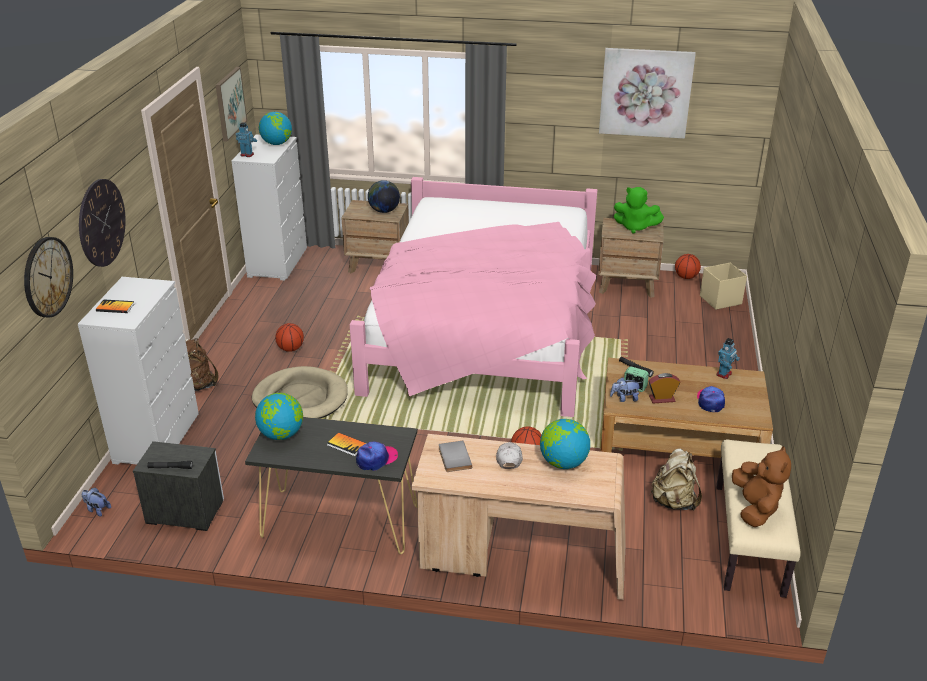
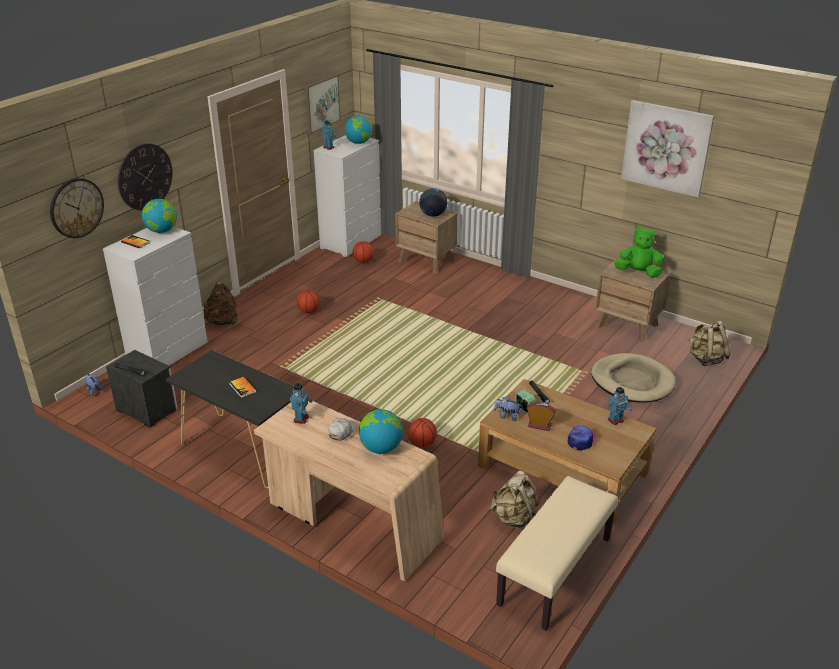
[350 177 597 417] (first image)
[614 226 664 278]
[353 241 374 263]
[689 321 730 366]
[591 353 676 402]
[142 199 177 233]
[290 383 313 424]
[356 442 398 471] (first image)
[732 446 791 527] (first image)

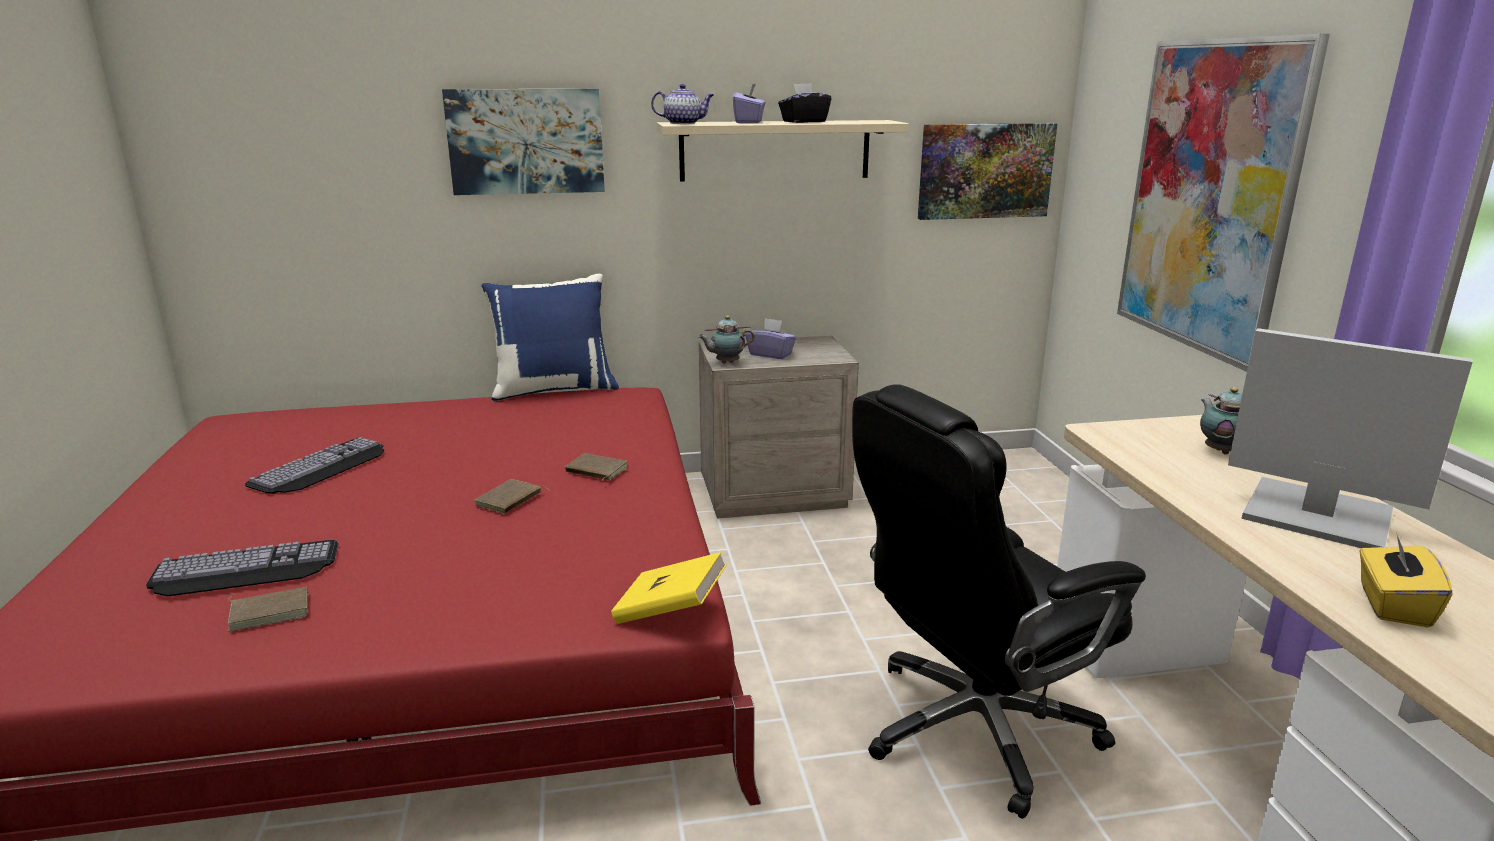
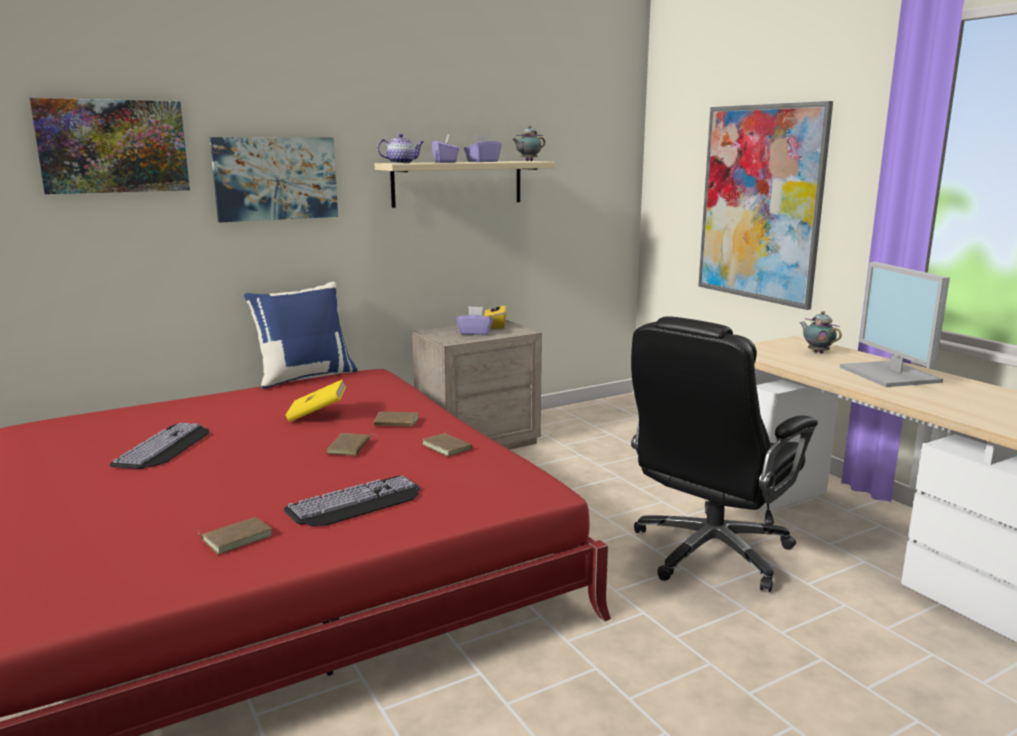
[464 134 501 162]
[29 98 190 194]
[512 126 545 161]
[840 262 950 387]
[485 300 507 328]
[284 476 420 526]
[286 379 346 422]
[423 431 472 456]

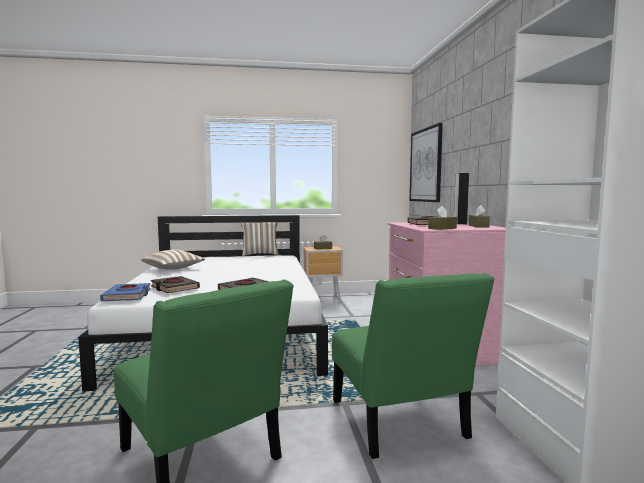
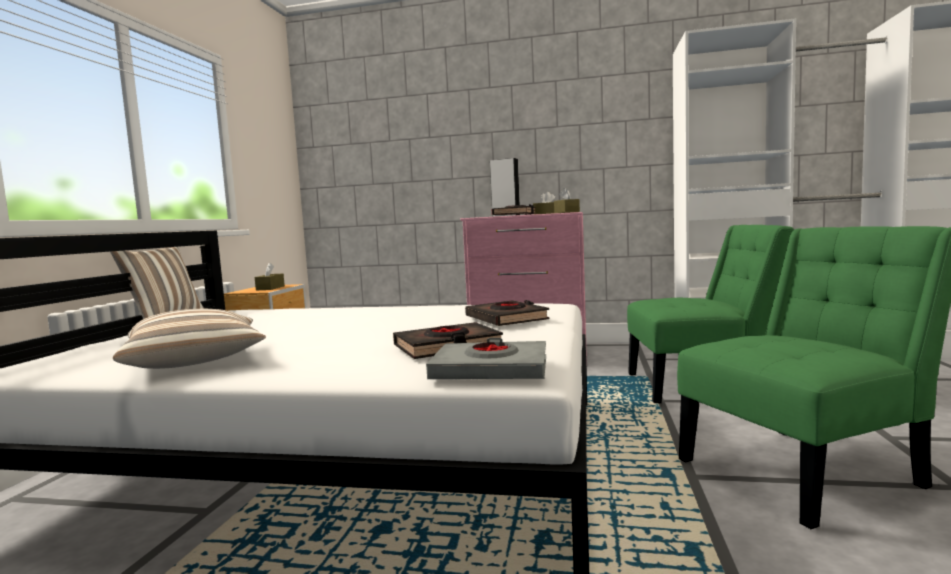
[410 123 443 202] (first image)
[426 338 546 379]

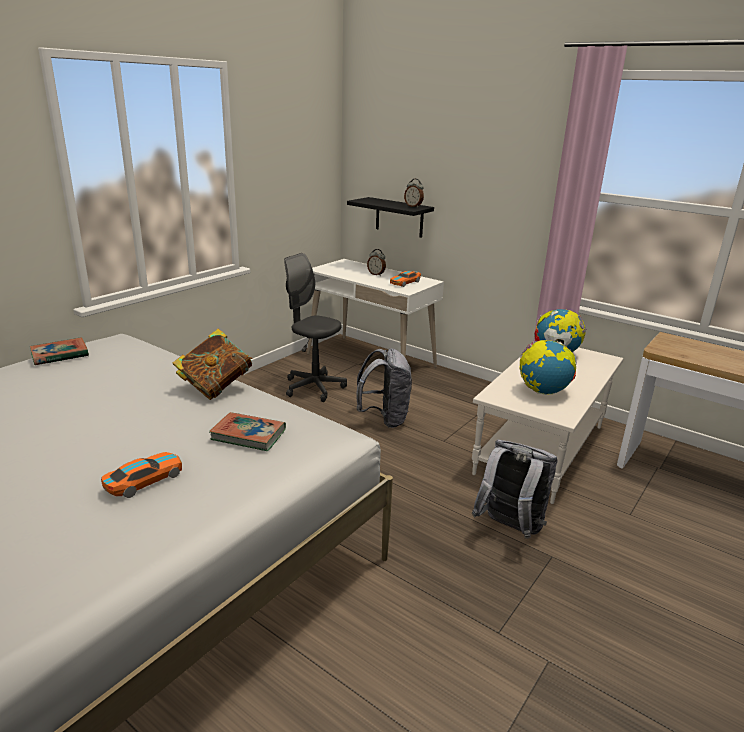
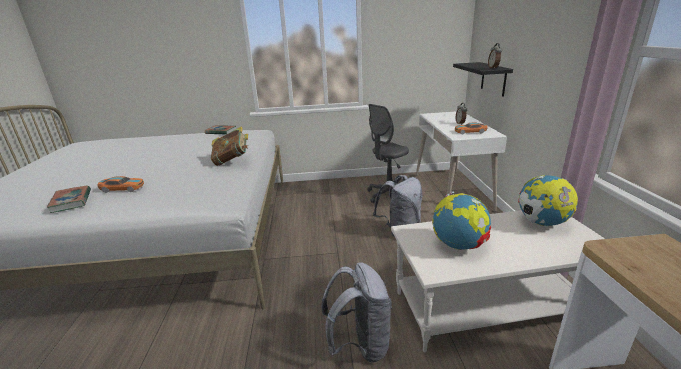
[367 104 409 203]
[47 186 91 213]

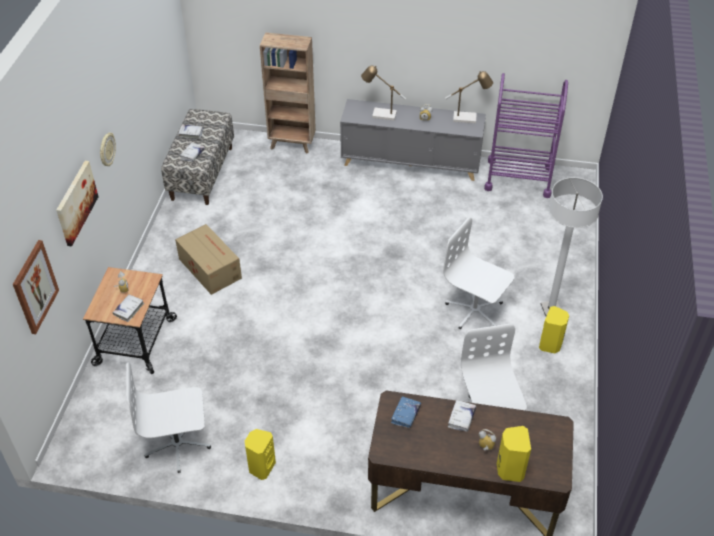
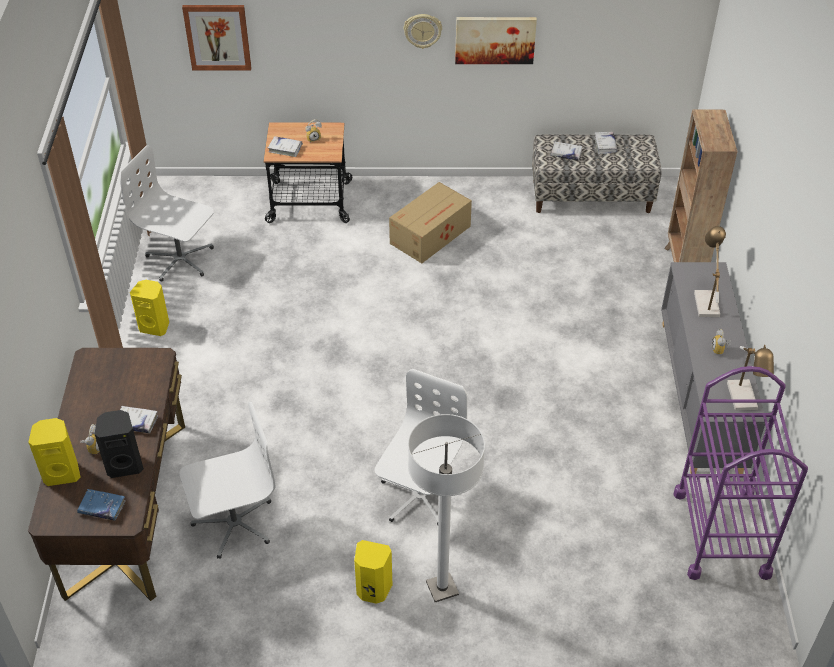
[455 17 537 64]
[120 145 214 282]
[77 489 126 521]
[95 410 144 478]

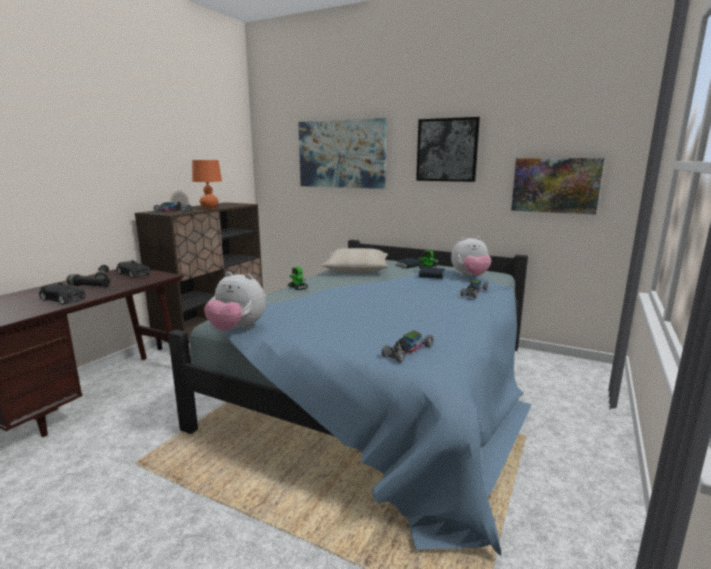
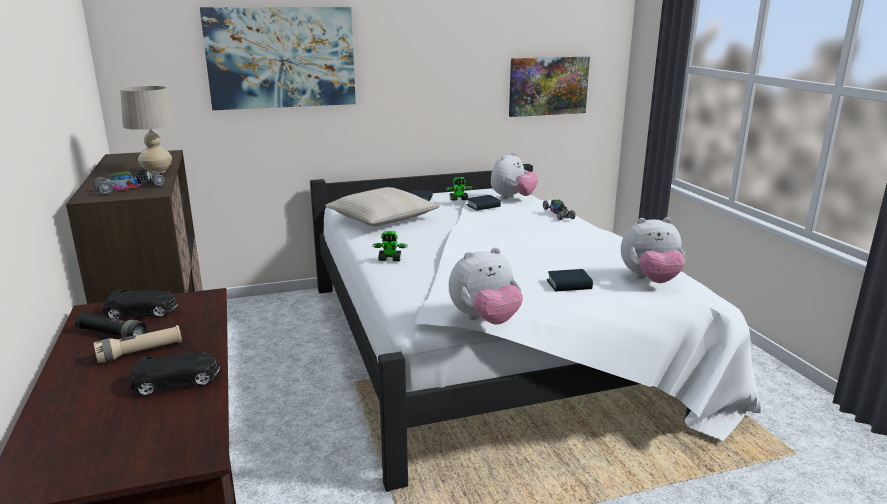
[416 117 480 182] (first image)
[120 86 176 173]
[310 164 761 492]
[94 325 182 363]
[621 217 686 283]
[547 269 593 292]

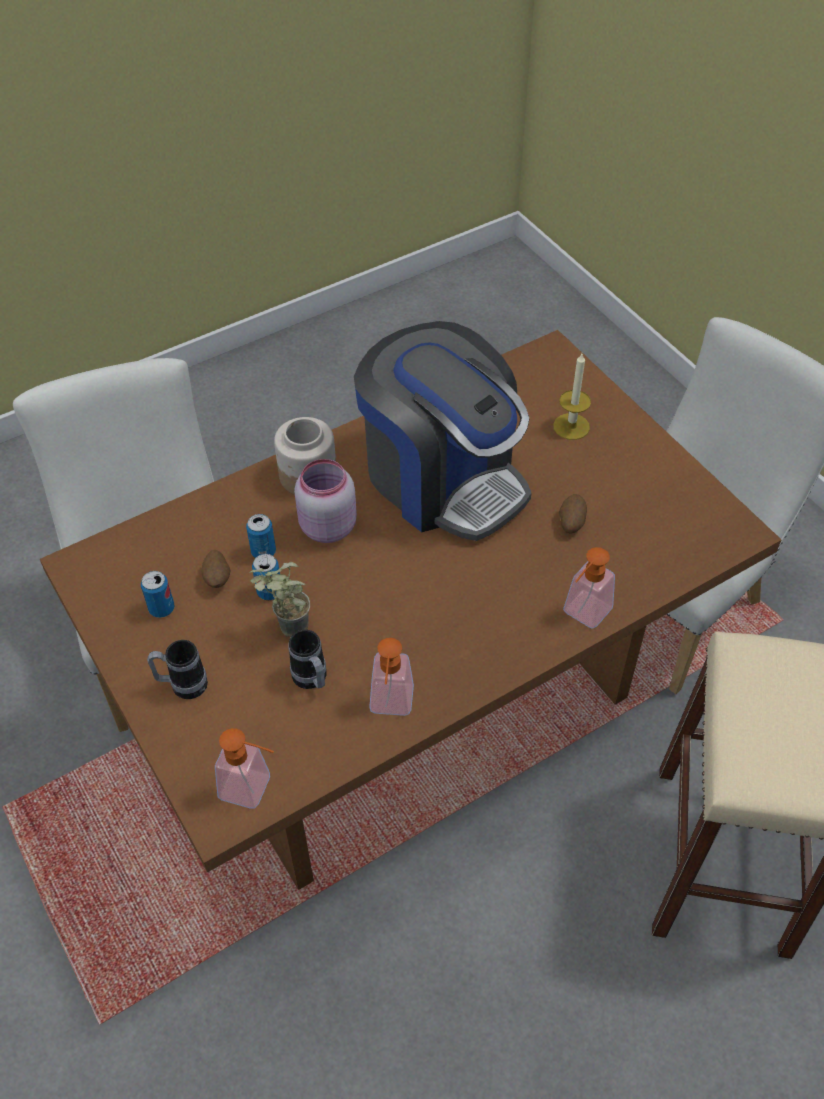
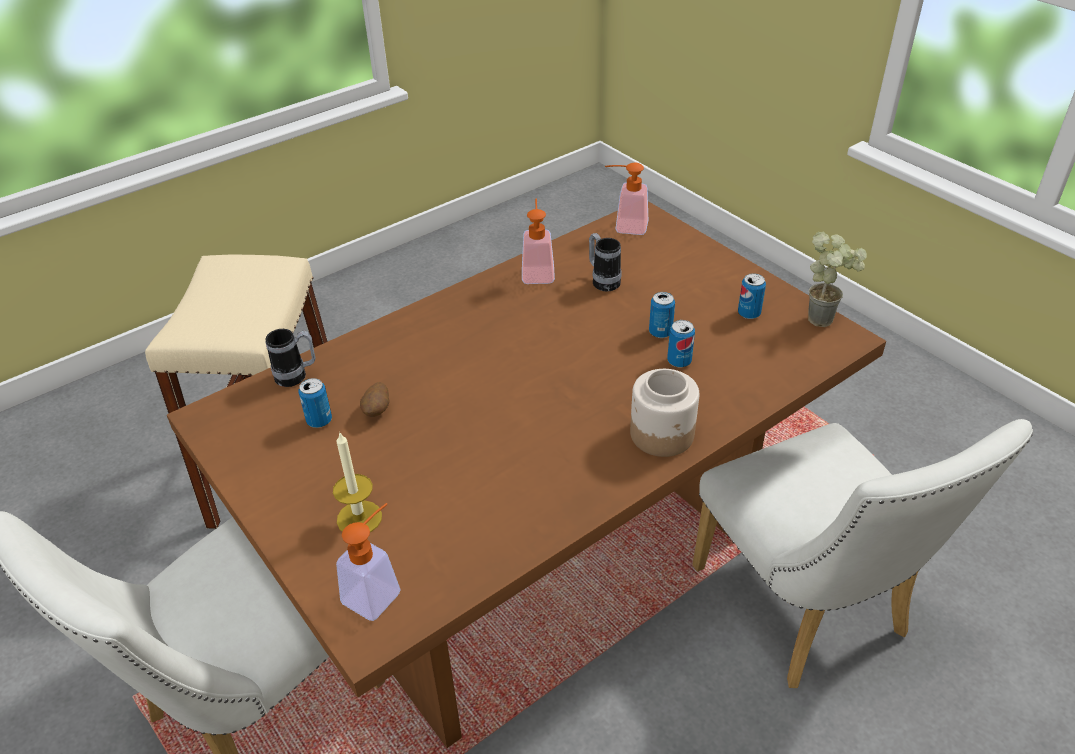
[354 321 531 541] (first image)
[294 459 357 543] (first image)
[336 503 401 621]
[202 550 230 588] (first image)
[808 231 867 327]
[265 329 316 387]
[299 378 332 428]

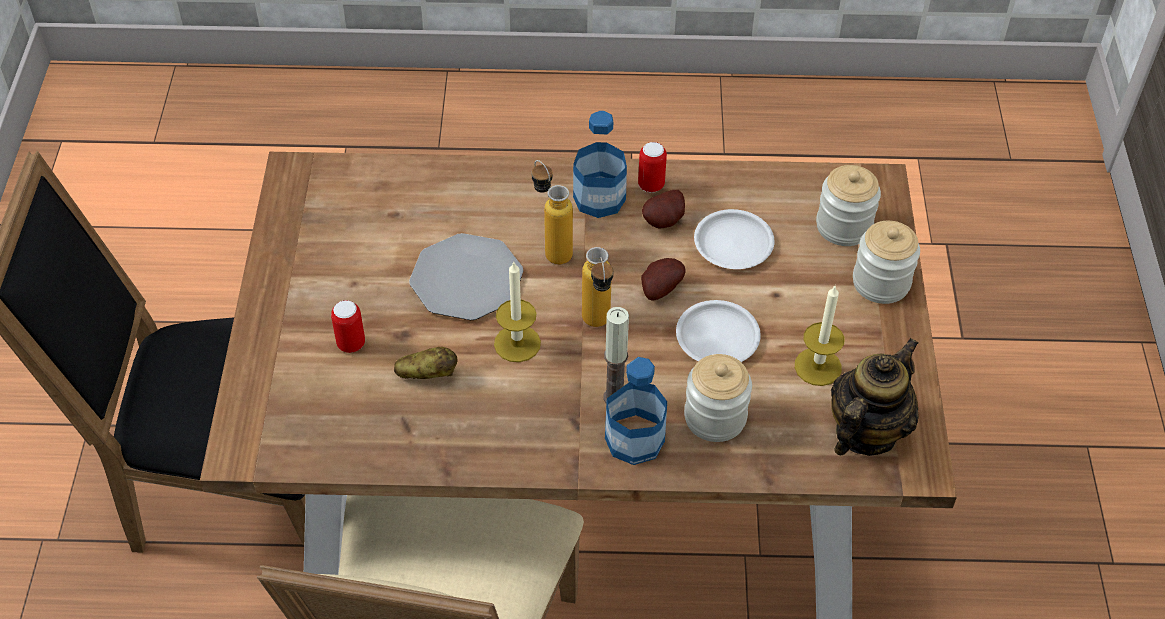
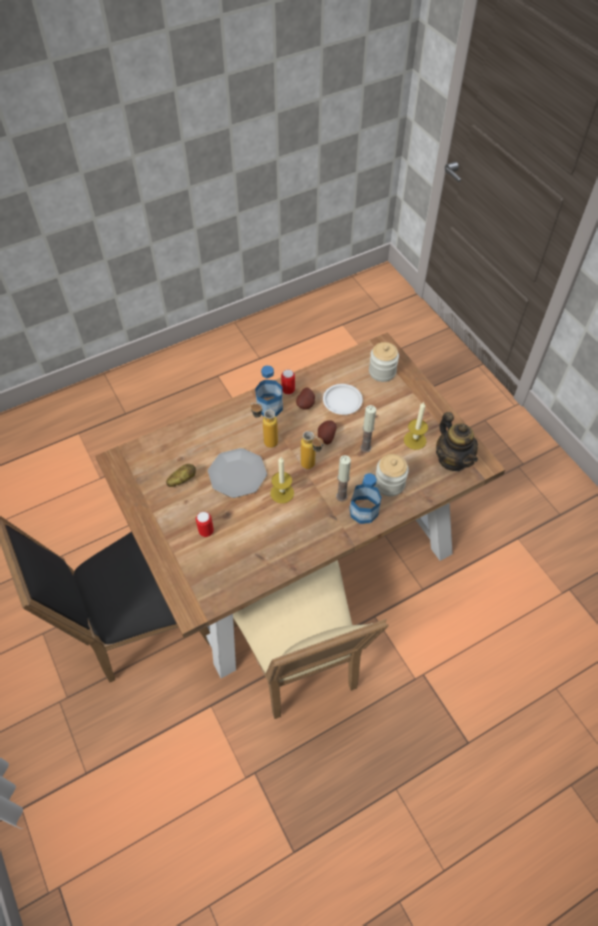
[853 220 920 304] (first image)
[360 405 376 453]
[436 412 478 471]
[166 464 196 487]

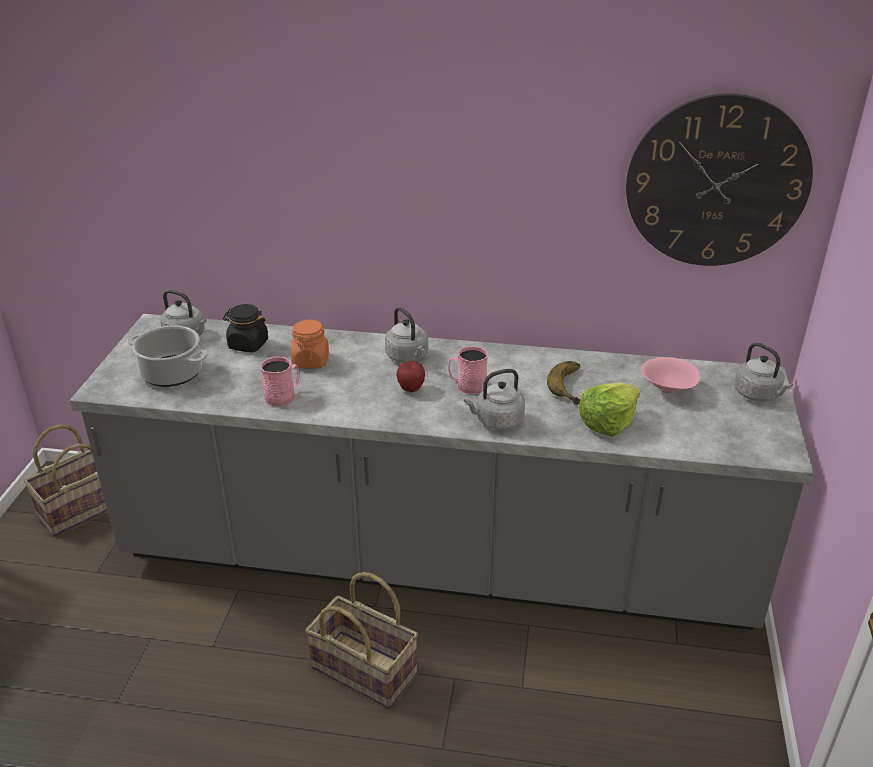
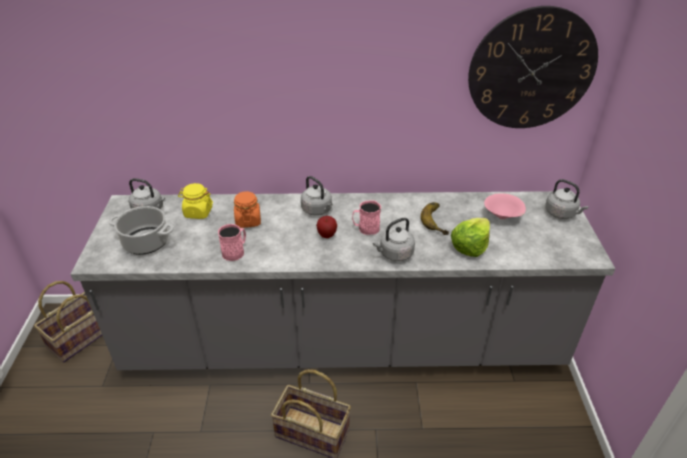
[178 183 213 219]

